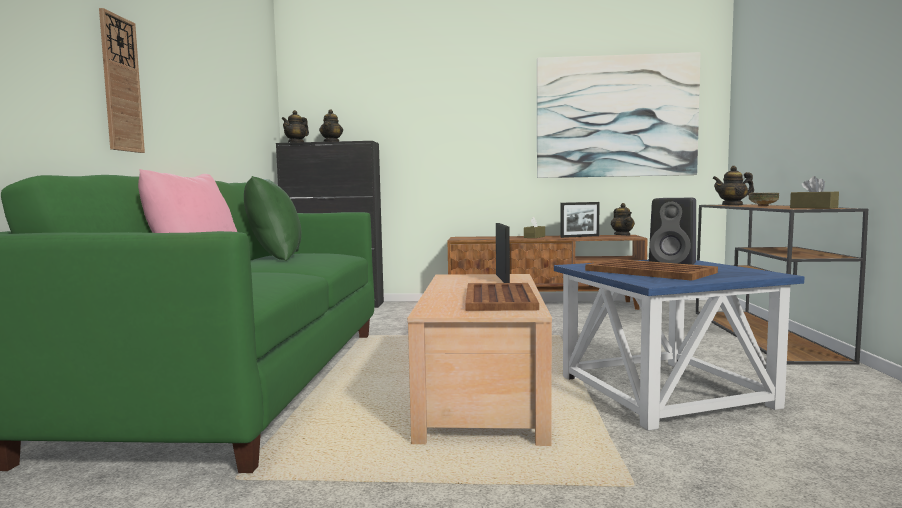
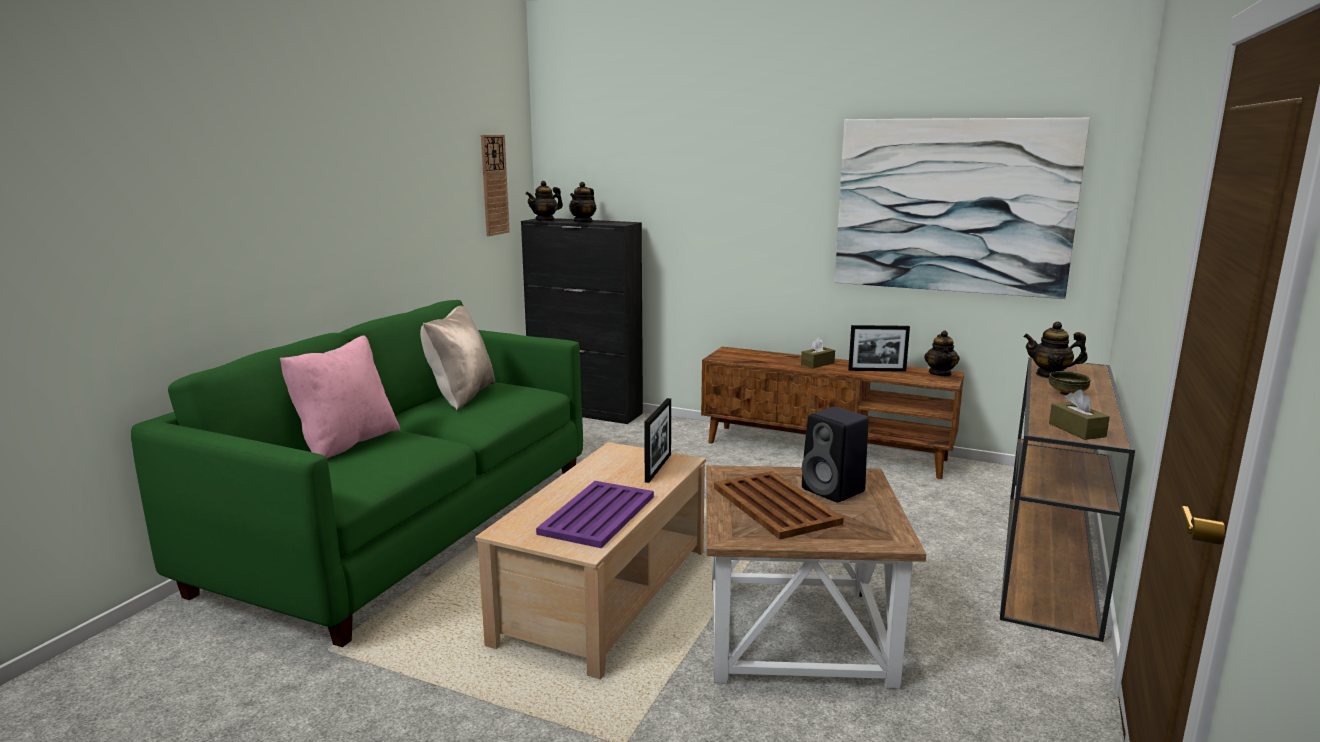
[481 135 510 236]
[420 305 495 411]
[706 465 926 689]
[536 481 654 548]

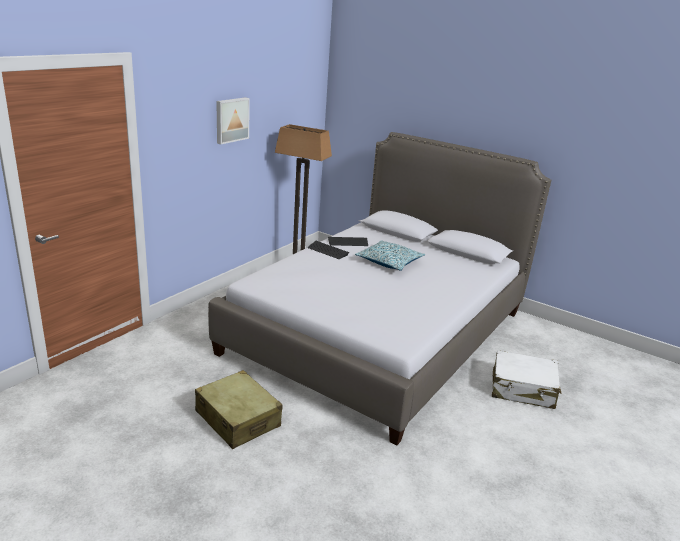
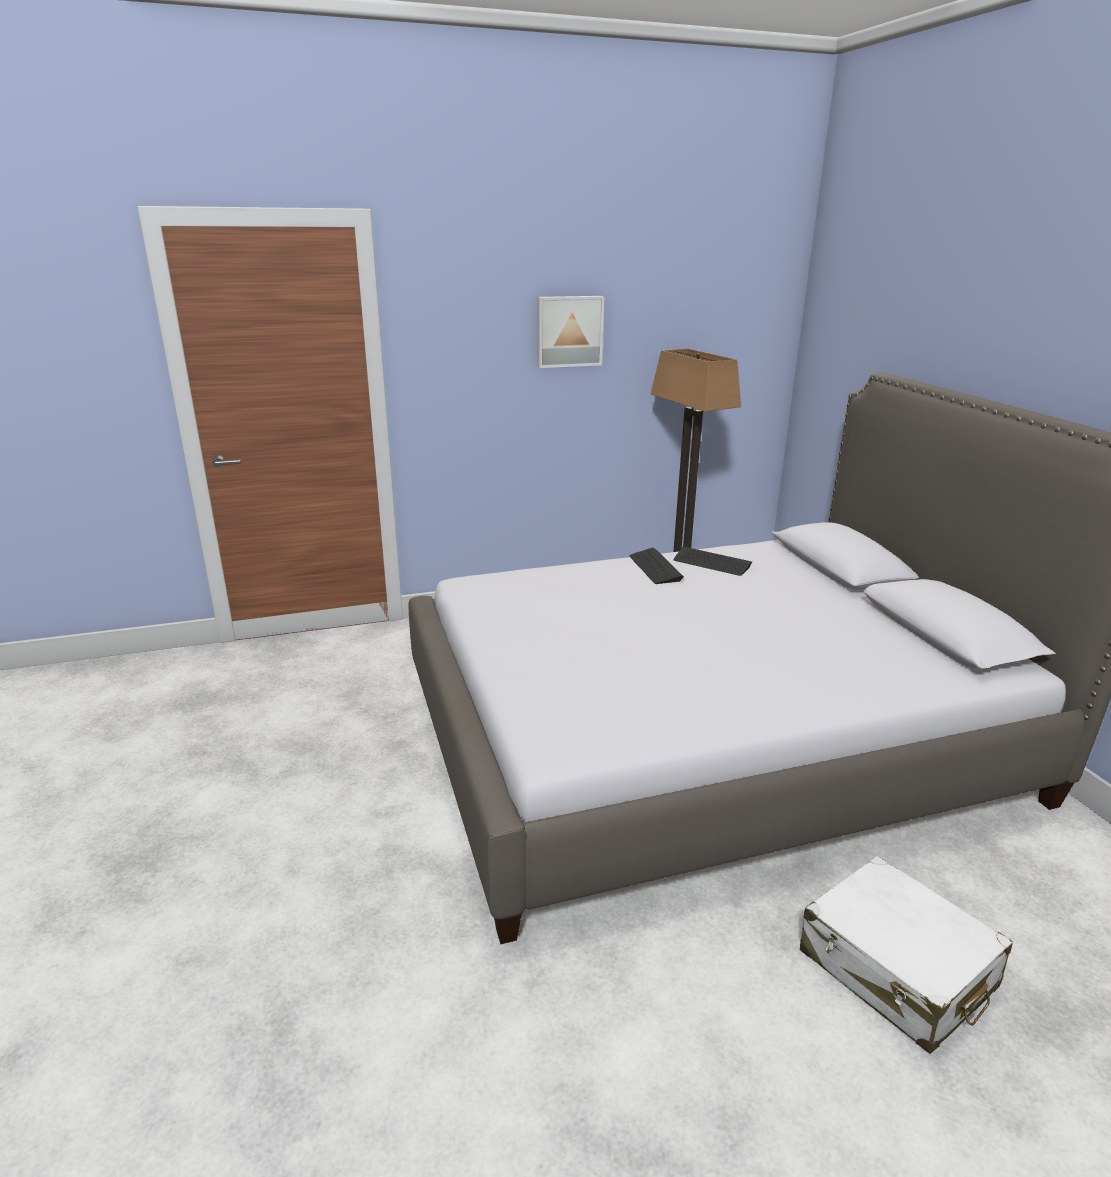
[355 240 426 271] (first image)
[195 370 283 449] (first image)

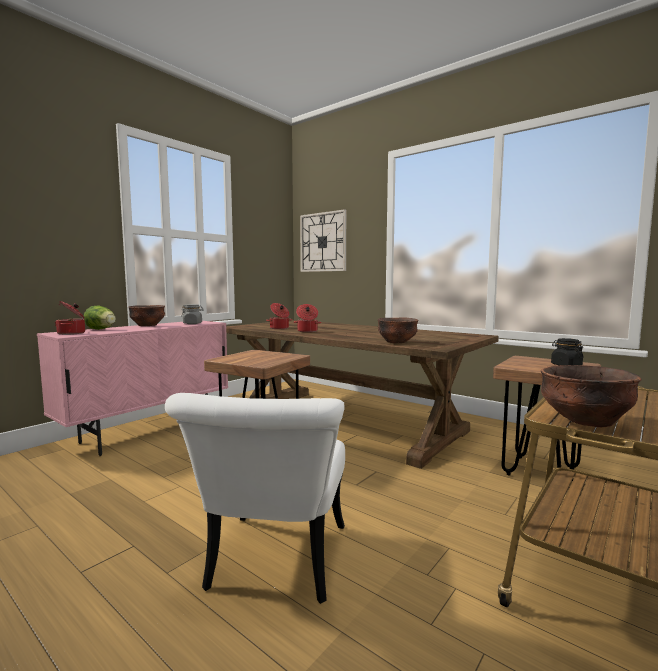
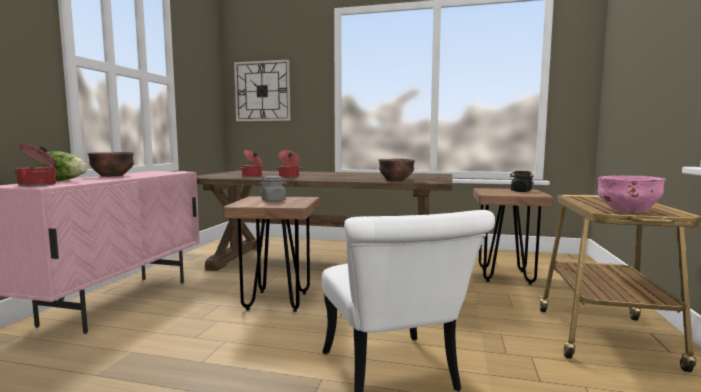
[260 176 287 202]
[598 176 666 213]

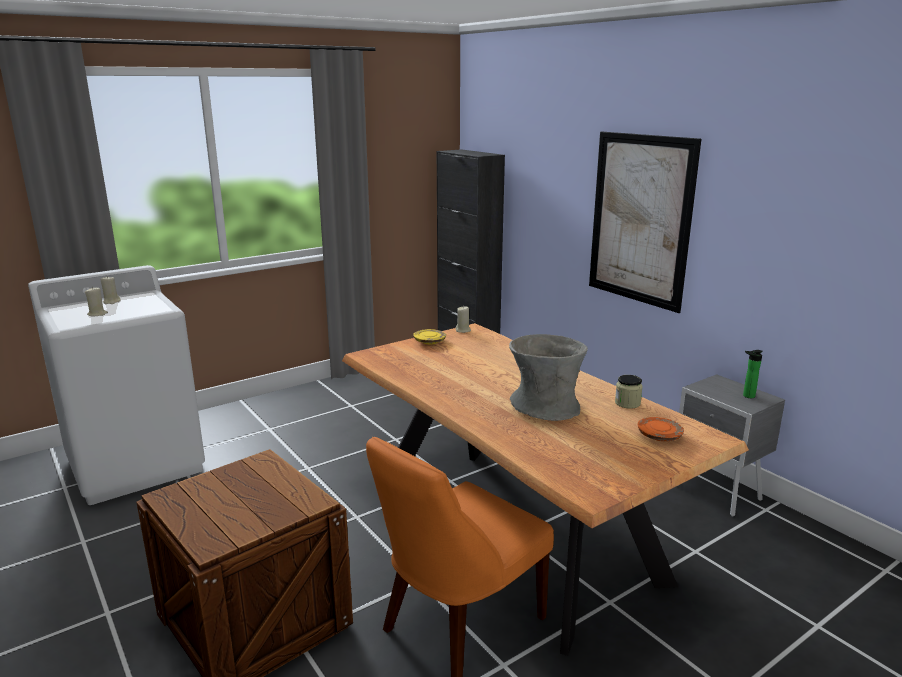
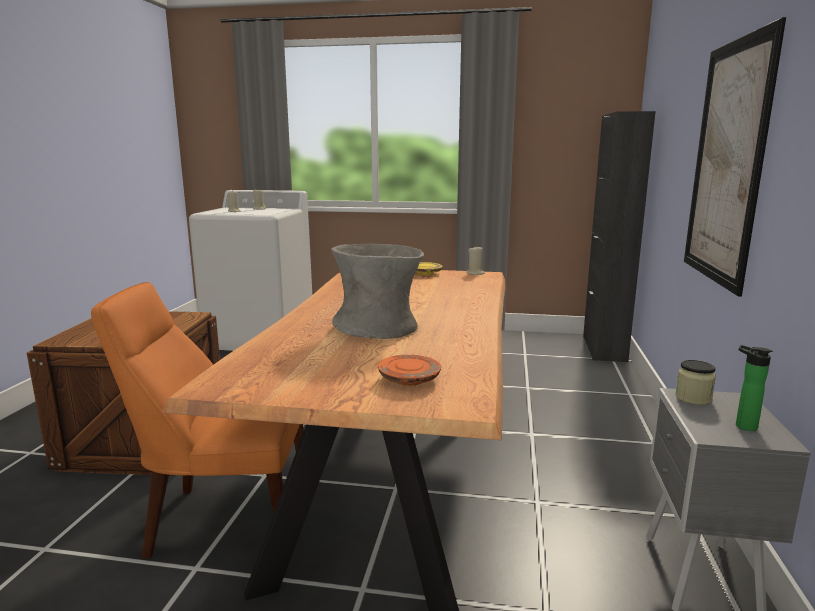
[675 360 716 405]

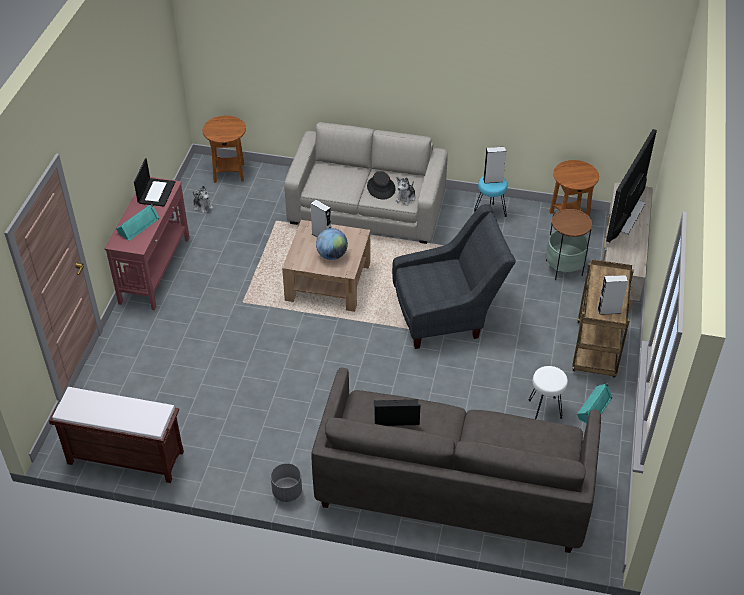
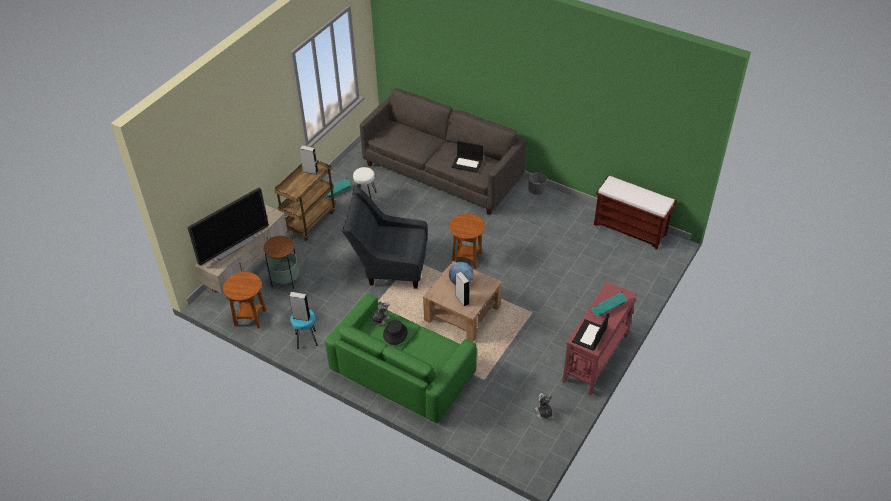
[449 213 485 269]
[325 294 477 423]

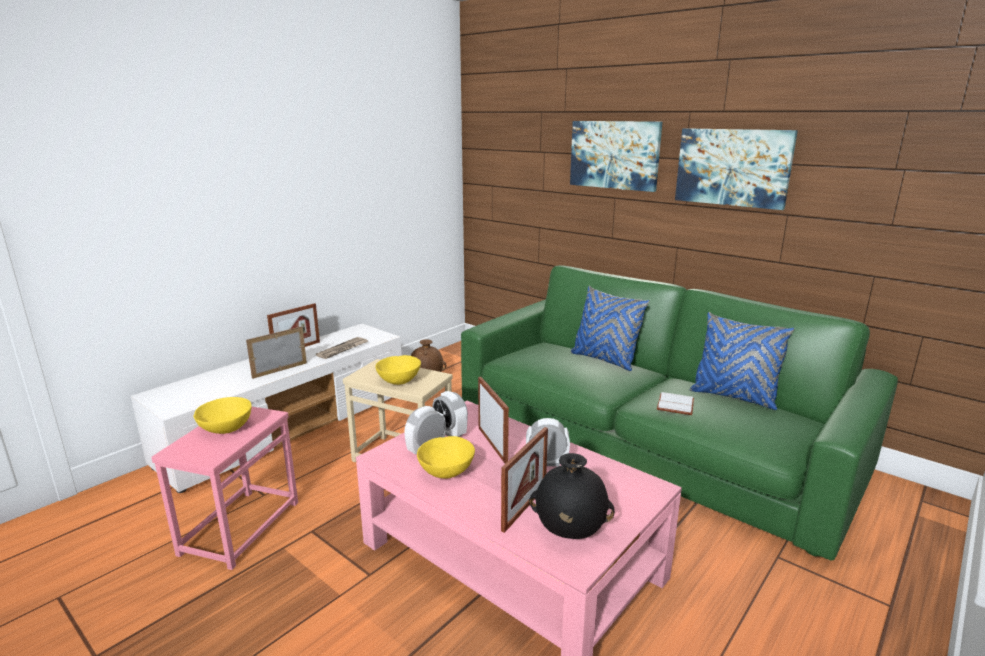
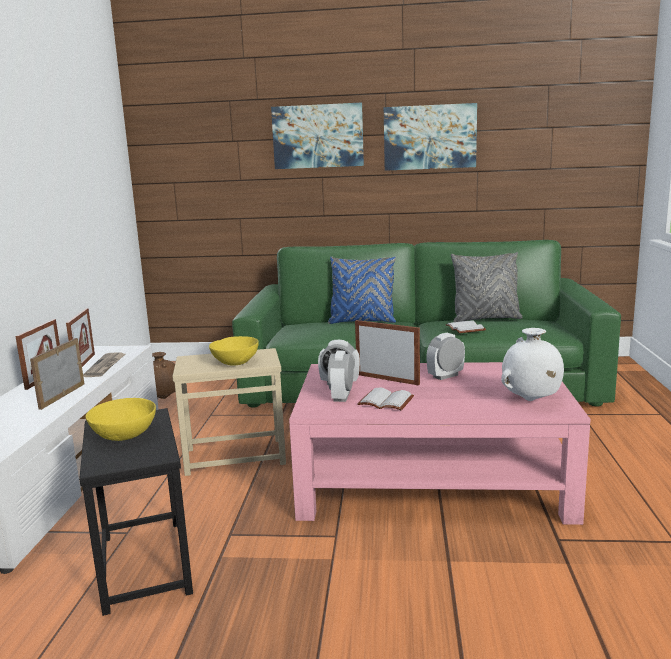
[451 252 523 322]
[79 408 193 616]
[66 308 95 367]
[357 388 414 410]
[501 328 564 401]

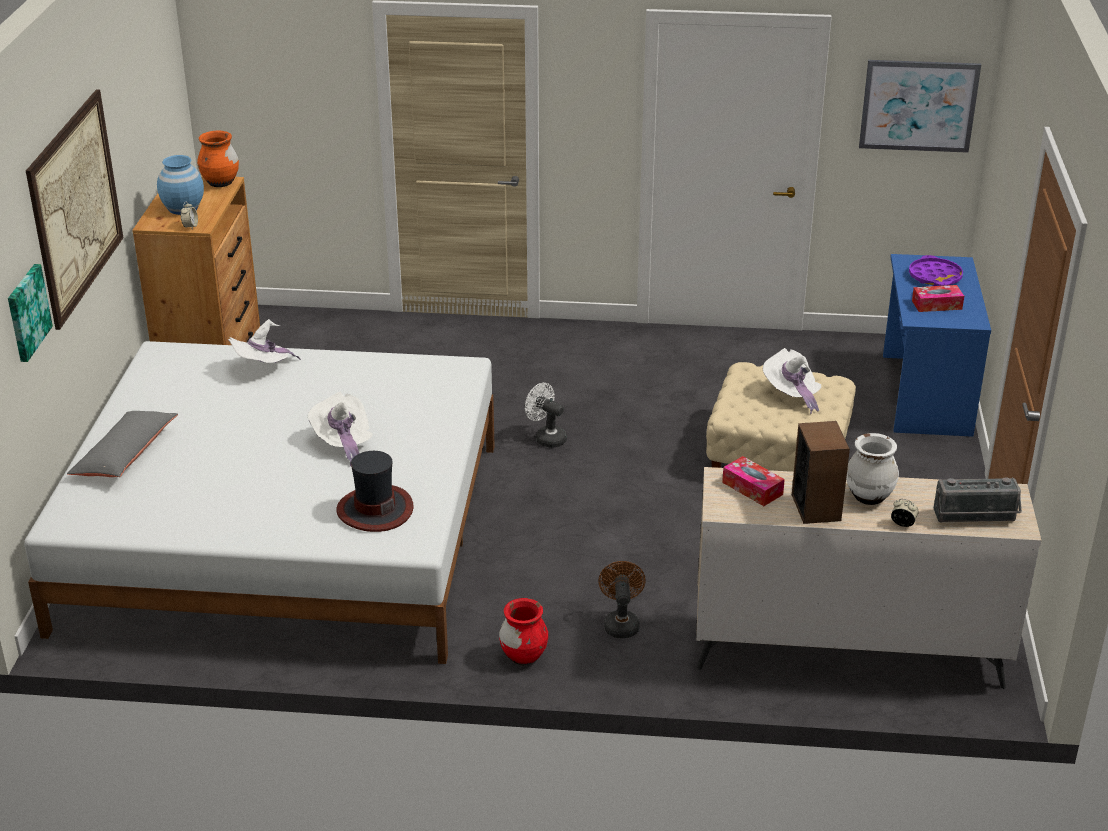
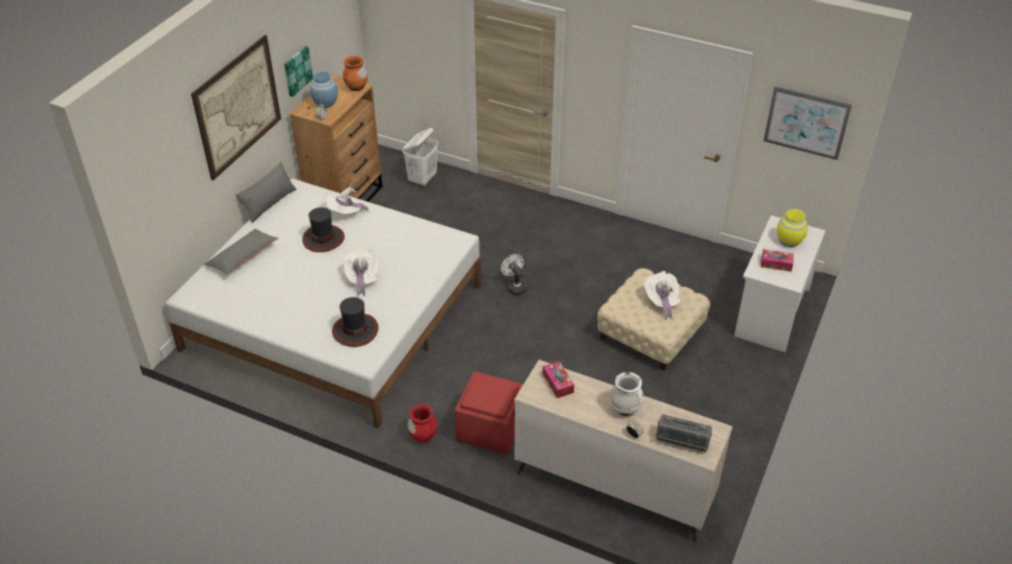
[734 215 826 352]
[777 209 808 247]
[284 46 313 97]
[792 421 850 524] (first image)
[455 372 523 454]
[403 128 439 186]
[235 162 297 224]
[302 207 345 252]

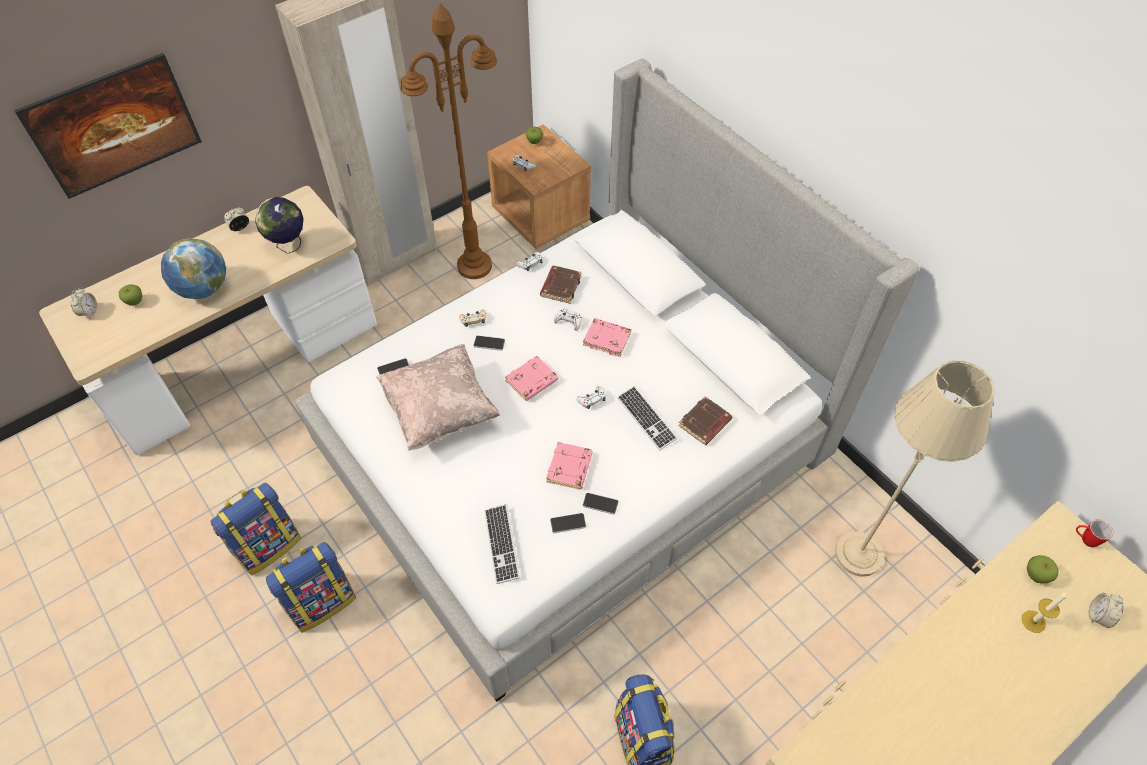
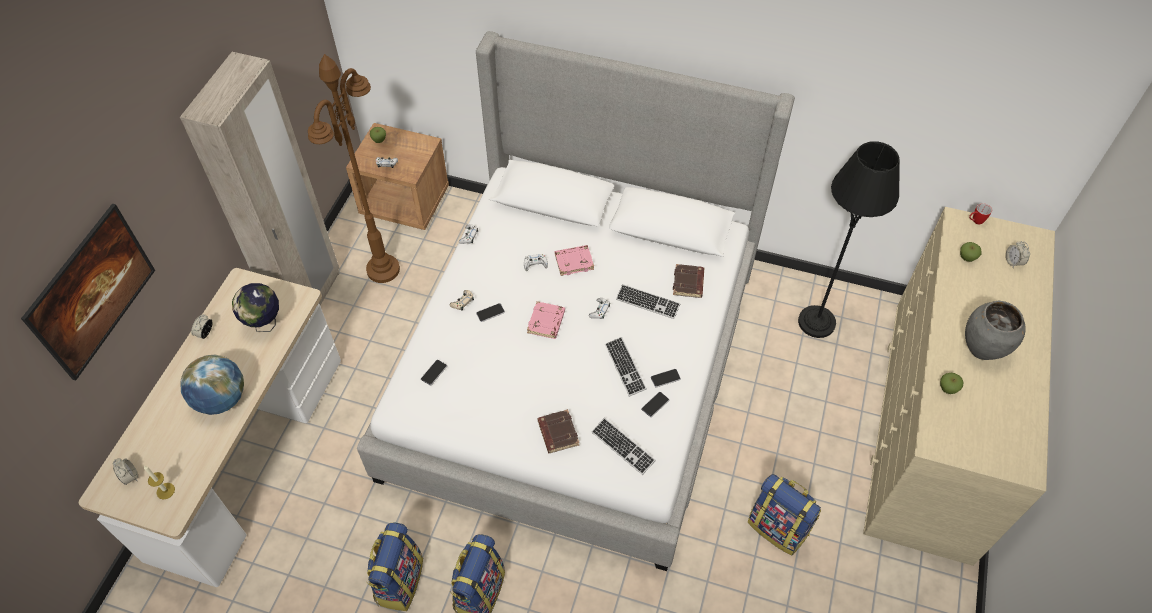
[538 409 579 453]
[940 373 963 394]
[376 344 500 451] (first image)
[798 141 900 338]
[605 337 647 397]
[144 466 175 499]
[965 301 1026 360]

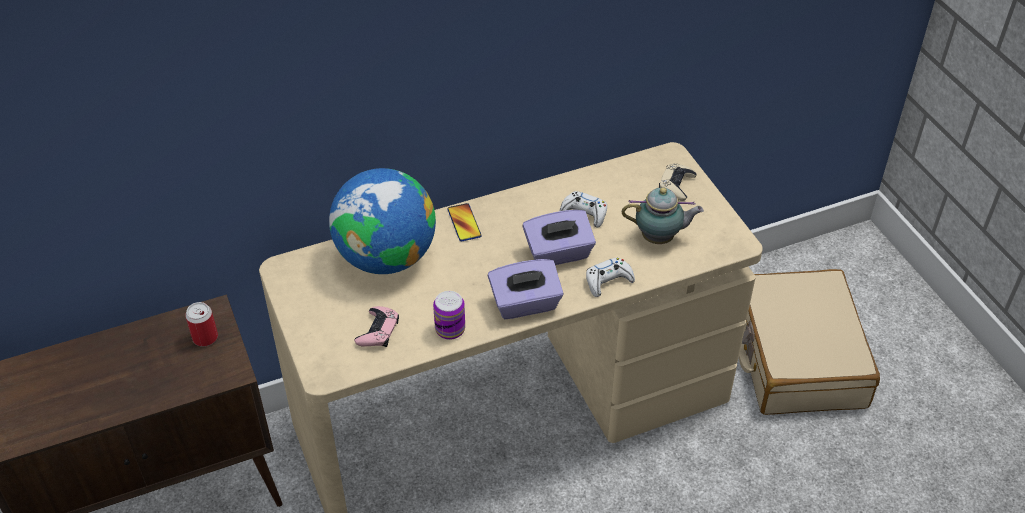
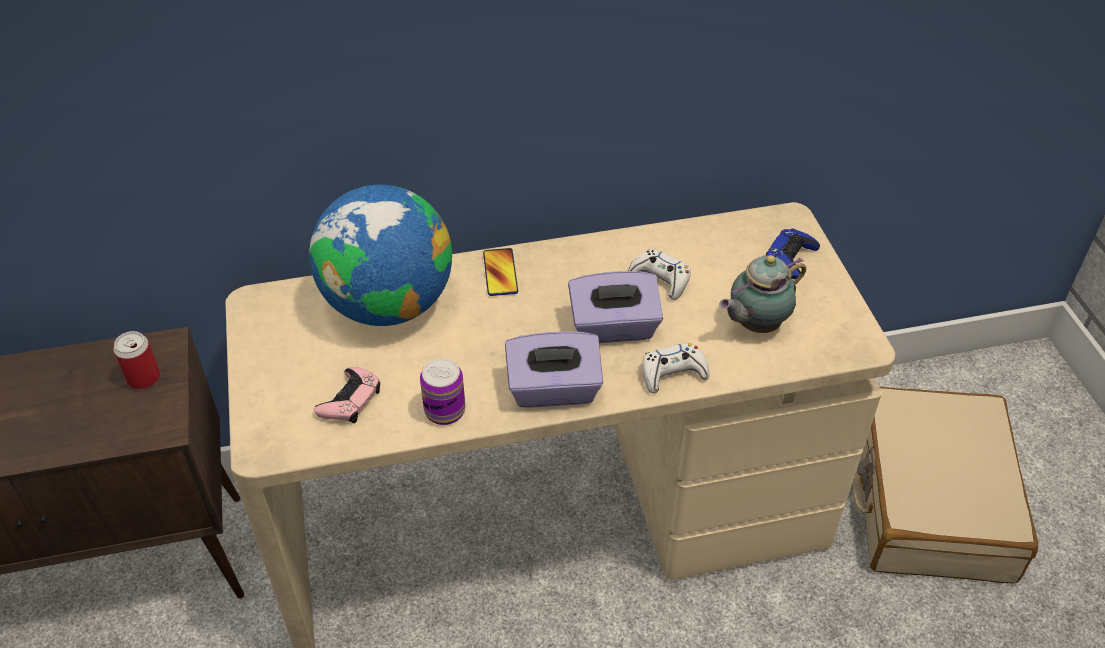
[766 229 820 279]
[719 255 806 333]

